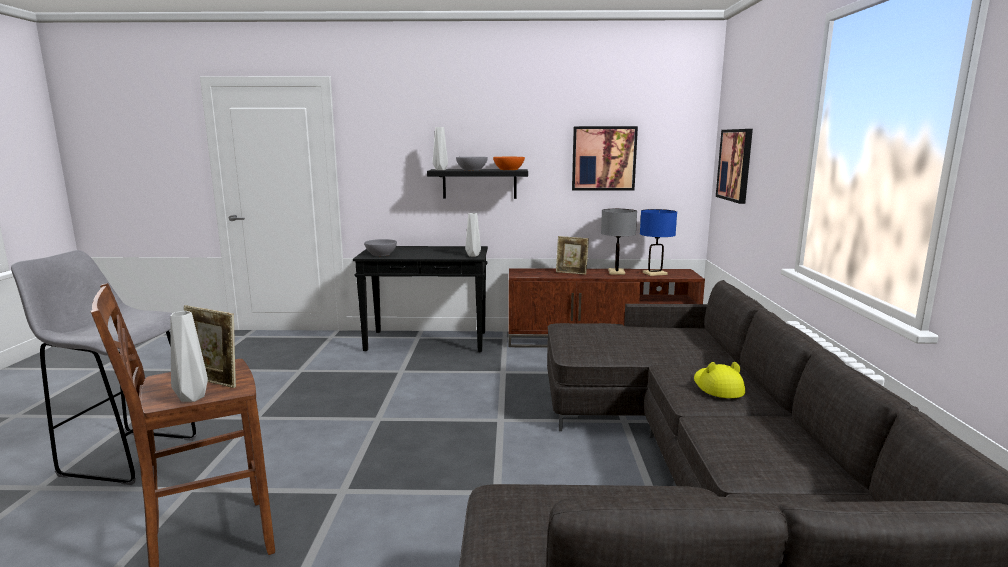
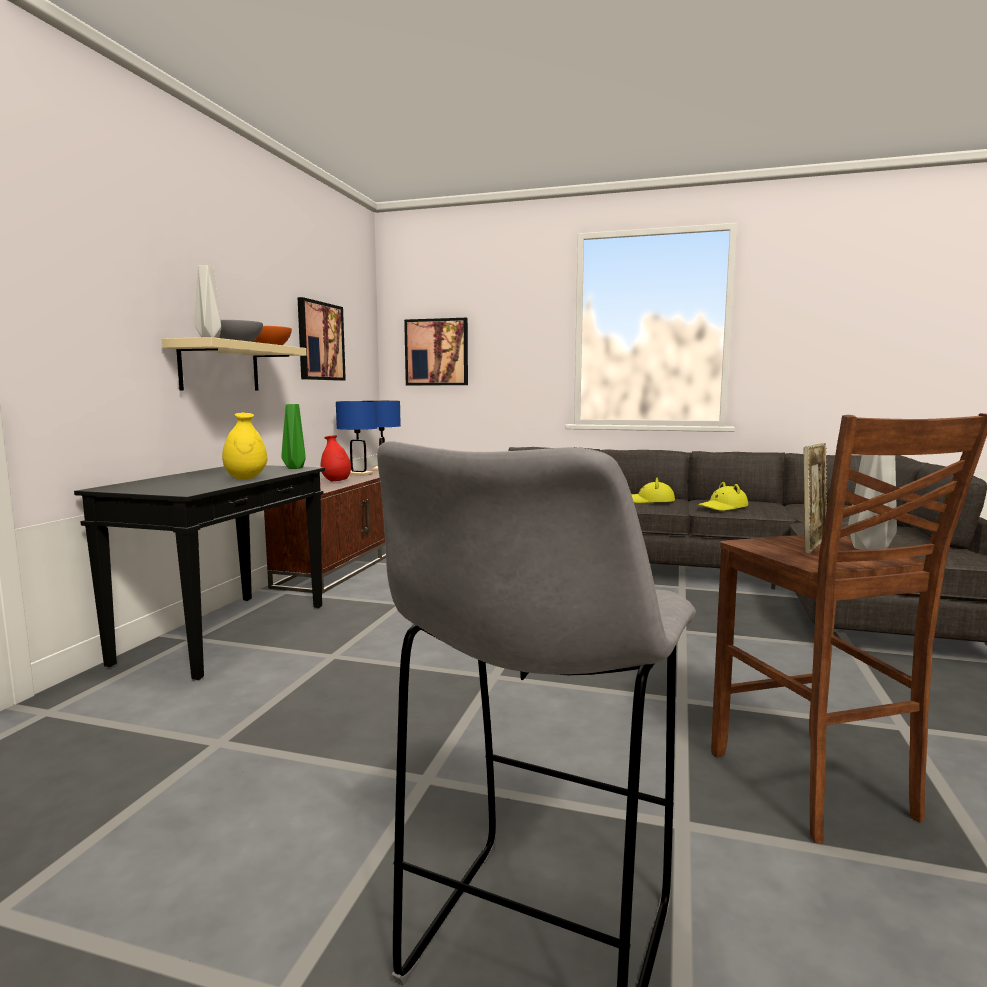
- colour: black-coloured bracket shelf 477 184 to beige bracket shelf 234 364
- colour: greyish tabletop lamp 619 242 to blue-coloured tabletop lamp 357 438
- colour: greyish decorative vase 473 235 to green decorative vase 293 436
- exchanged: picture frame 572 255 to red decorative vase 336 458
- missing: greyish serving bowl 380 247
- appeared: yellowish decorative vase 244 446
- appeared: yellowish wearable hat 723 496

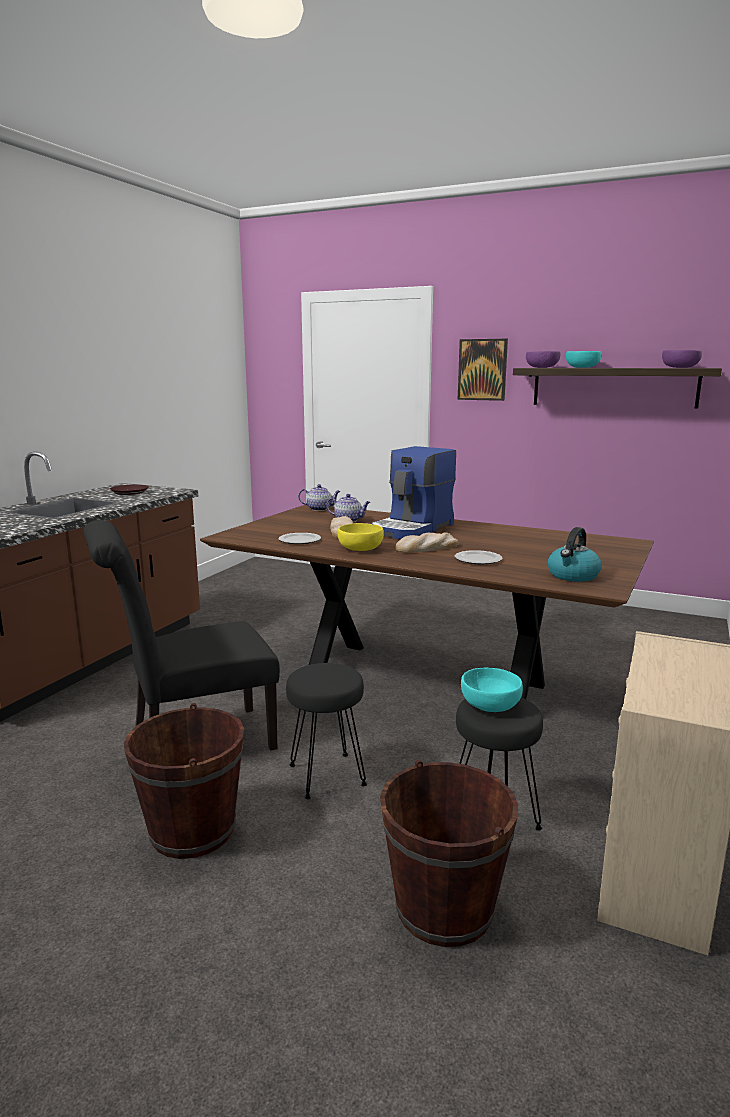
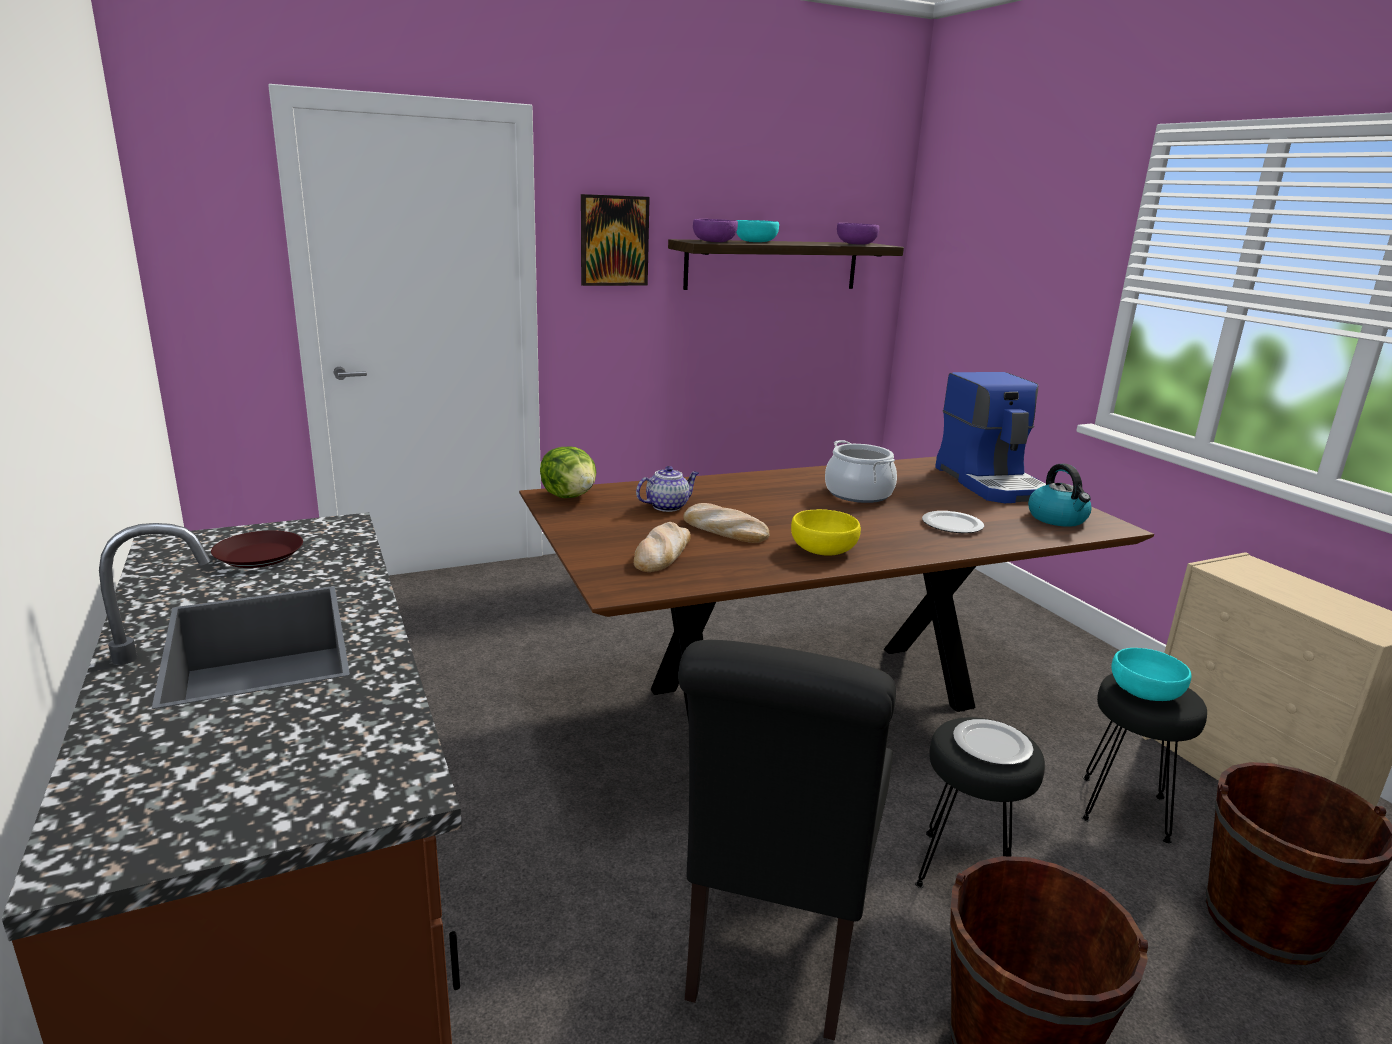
- relocated: coffee brewer 413 492 to 990 437
- exchanged: teapot 319 497 to lettuce 568 472
- relocated: baked bread 427 542 to 662 547
- relocated: dinner plate 299 538 to 993 742
- appeared: stockpot 861 471

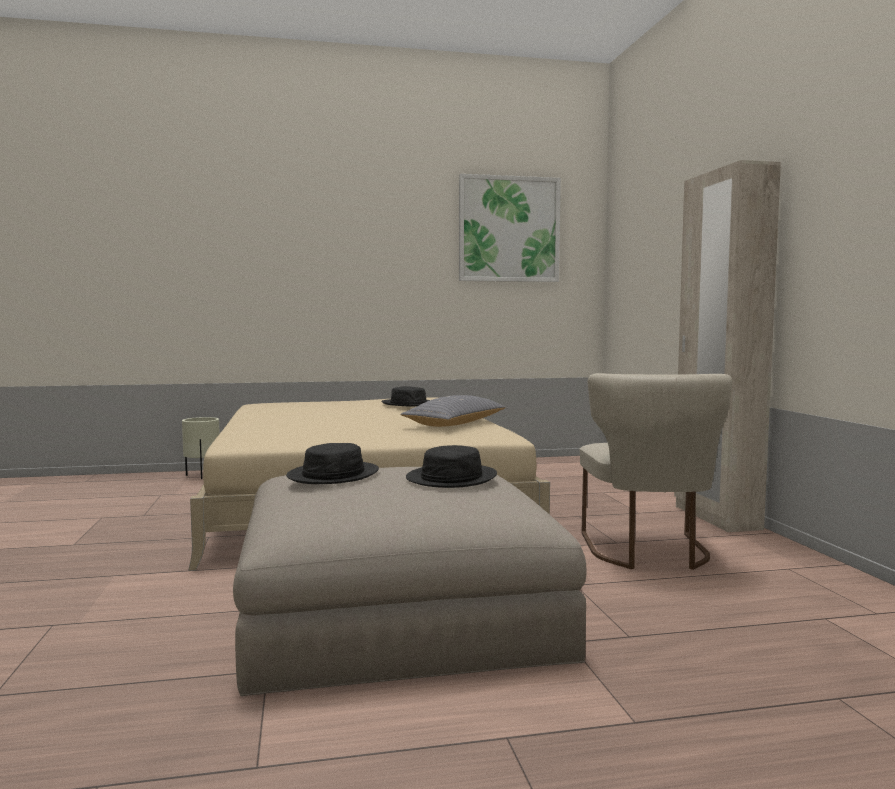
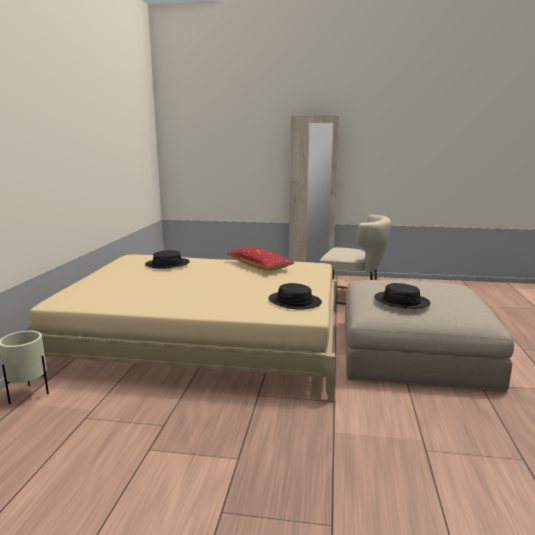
- missing: wall art 510 228
- colour: greyish cushion 453 411 to red cushion 260 259
- relocated: black-coloured wearable hat 451 466 to 295 296

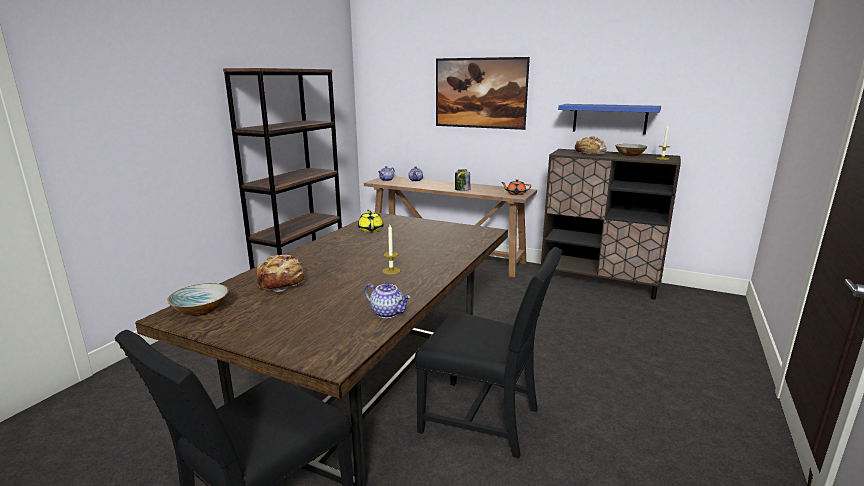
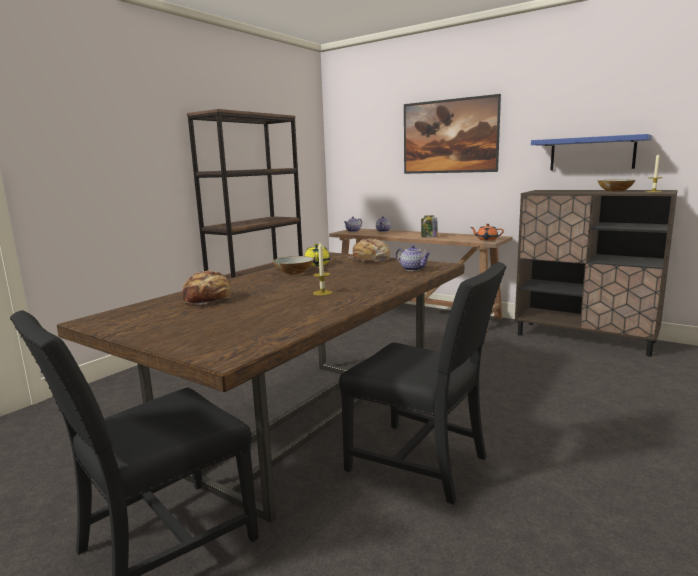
- relocated: baked bread 589 145 to 368 250
- relocated: teapot 387 300 to 413 258
- relocated: serving bowl 198 299 to 293 265

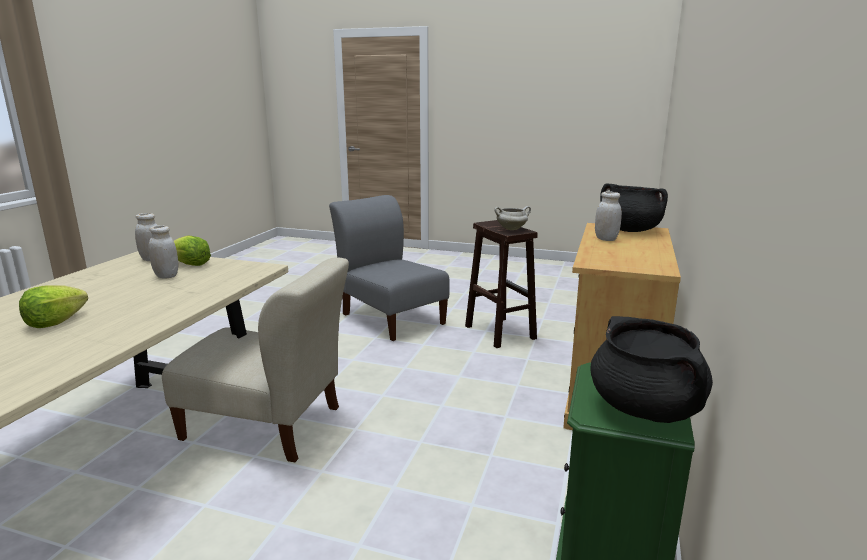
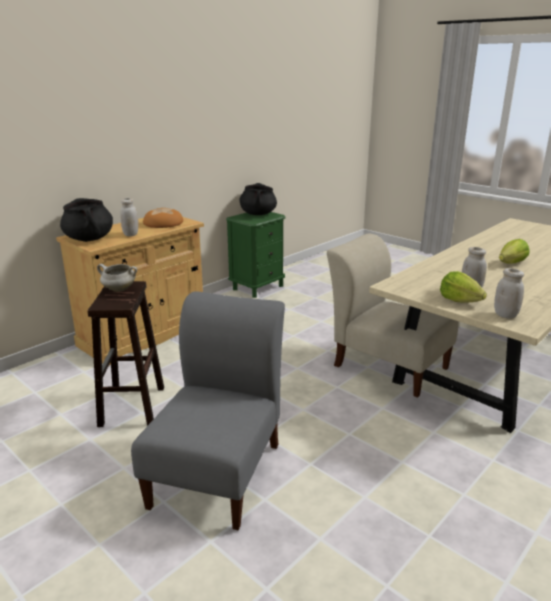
- spun: greyish upright chair 389 268 = 208 411 150 degrees counterclockwise
- appeared: baked bread 163 218

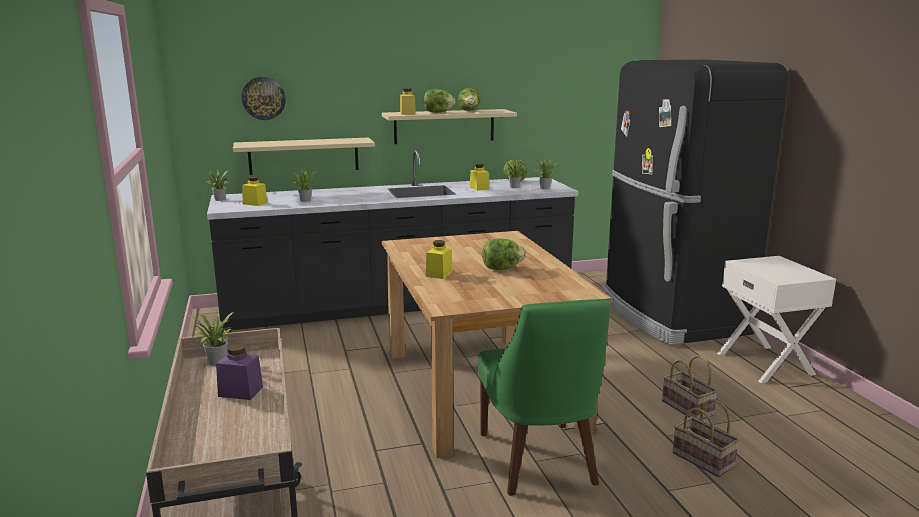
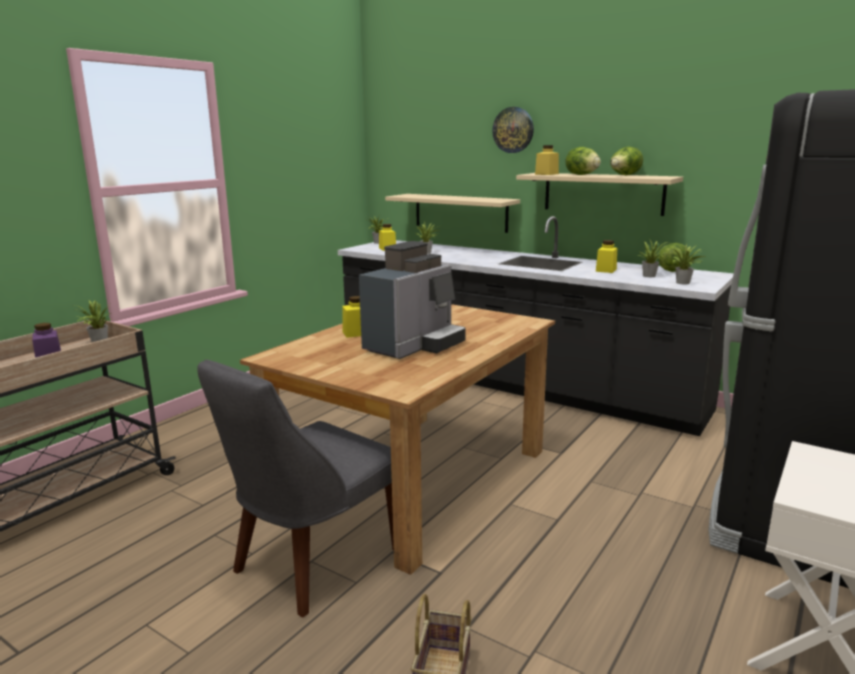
- relocated: wall clock 264 98 to 513 130
- exchanged: lettuce 504 254 to coffee brewer 412 300
- colour: green upright chair 543 397 to greyish upright chair 295 488
- missing: household basket 690 387

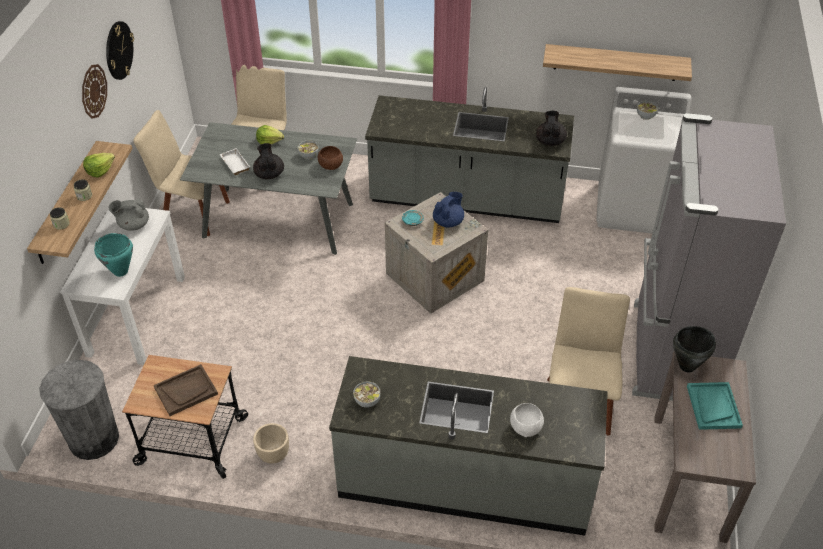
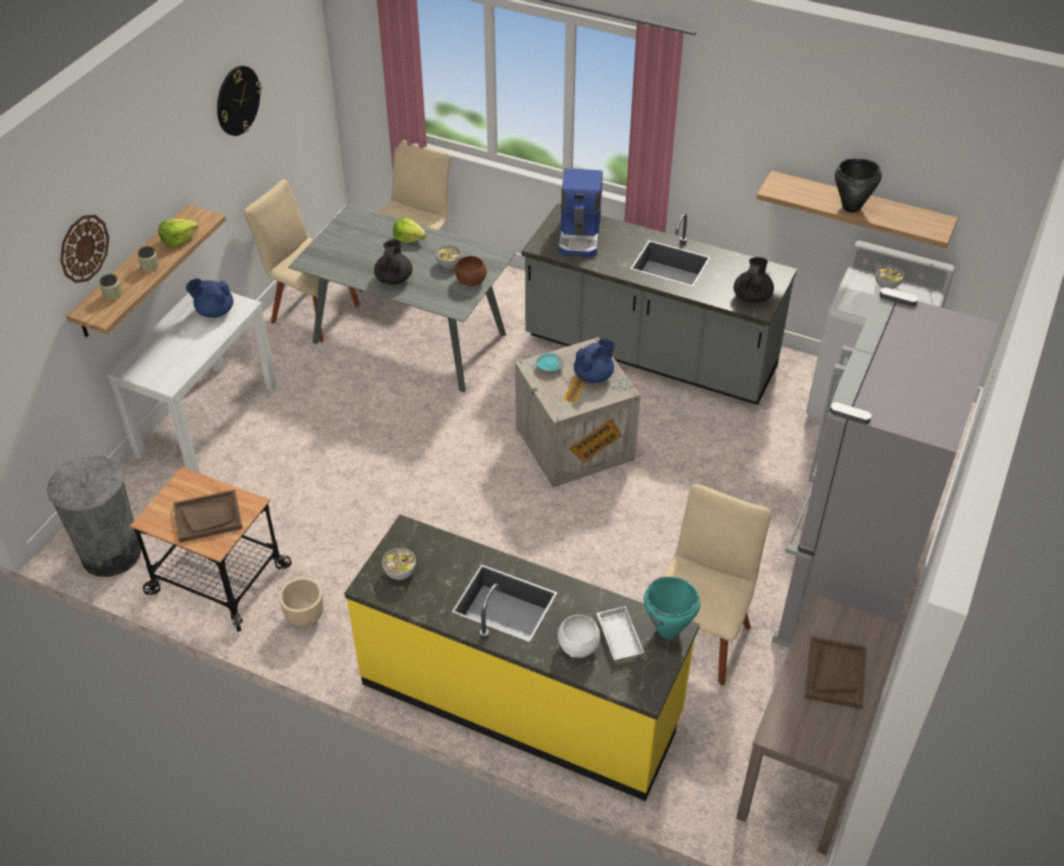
- relocated: wall clock 94 91 to 84 249
- relocated: whitish serving tray 234 161 to 620 633
- colour: greyish teapot 129 214 to blue-coloured teapot 209 298
- relocated: turquoise stockpot 113 255 to 672 608
- relocated: black-coloured stockpot 694 349 to 858 185
- colour: greyish kitchen counter 468 445 to yellowish kitchen counter 522 658
- colour: turquoise serving tray 715 406 to brown serving tray 836 673
- appeared: coffee brewer 580 213

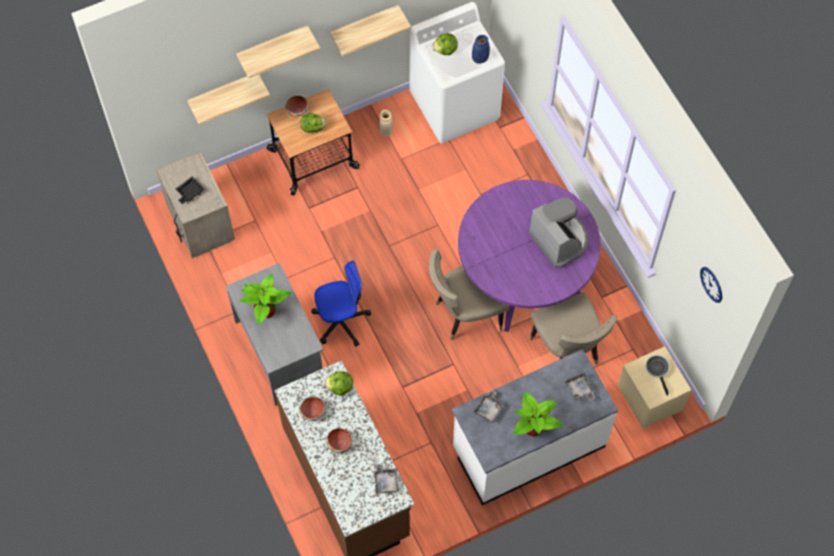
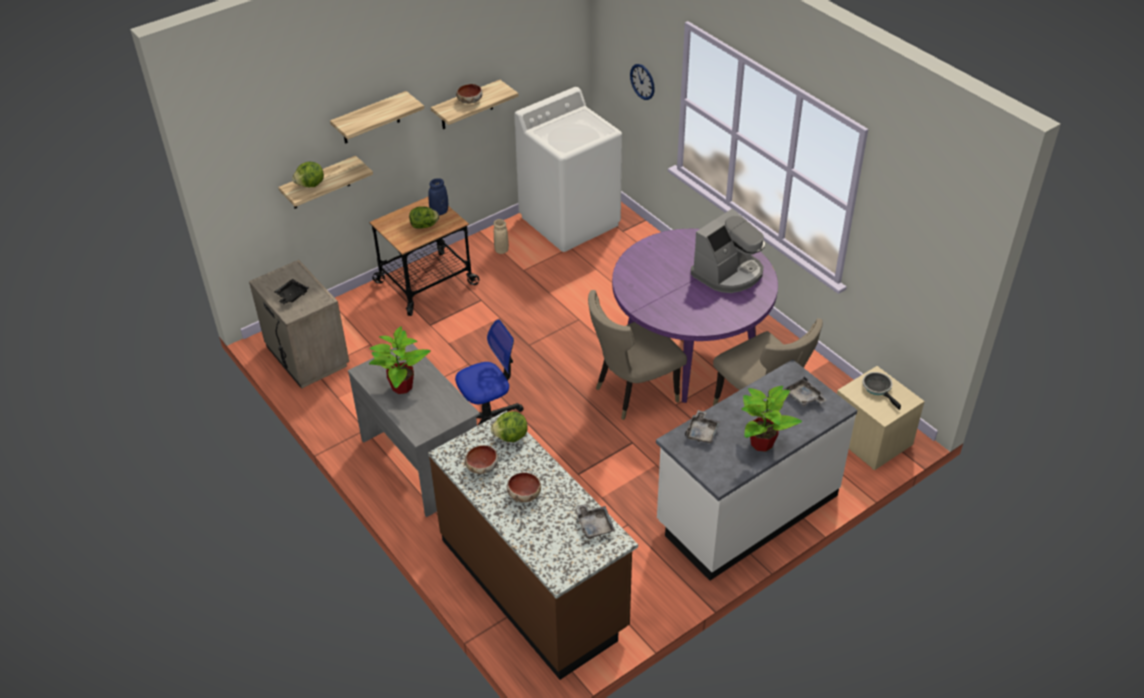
- relocated: lettuce 445 44 to 308 174
- relocated: blue-coloured decorative vase 481 49 to 438 197
- relocated: serving bowl 296 106 to 469 94
- spun: coffee brewer 558 232 = 728 250 90 degrees clockwise
- relocated: wall clock 711 285 to 642 82

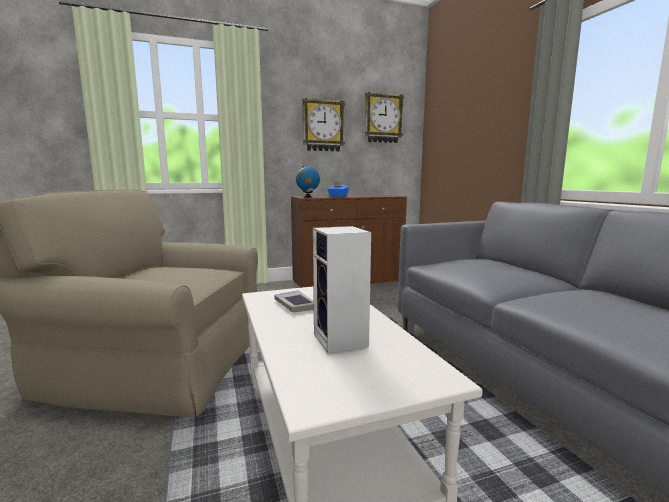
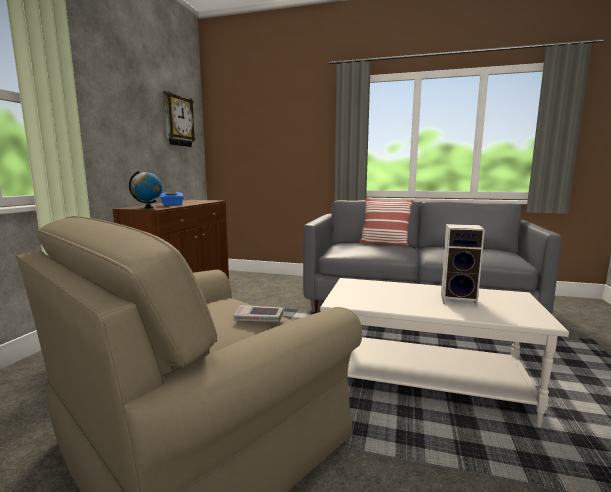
- missing: wall clock 323 124
- relocated: bound book 294 301 to 258 313
- appeared: cushion 386 222

